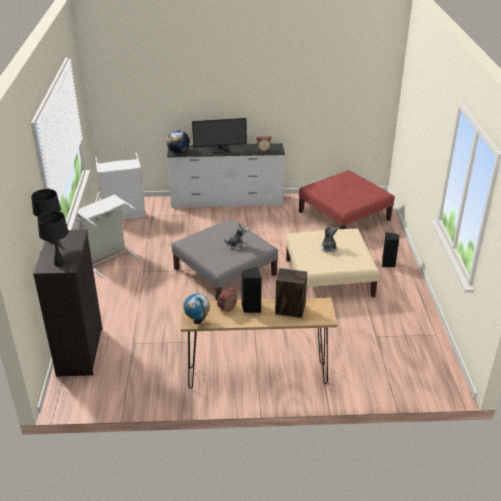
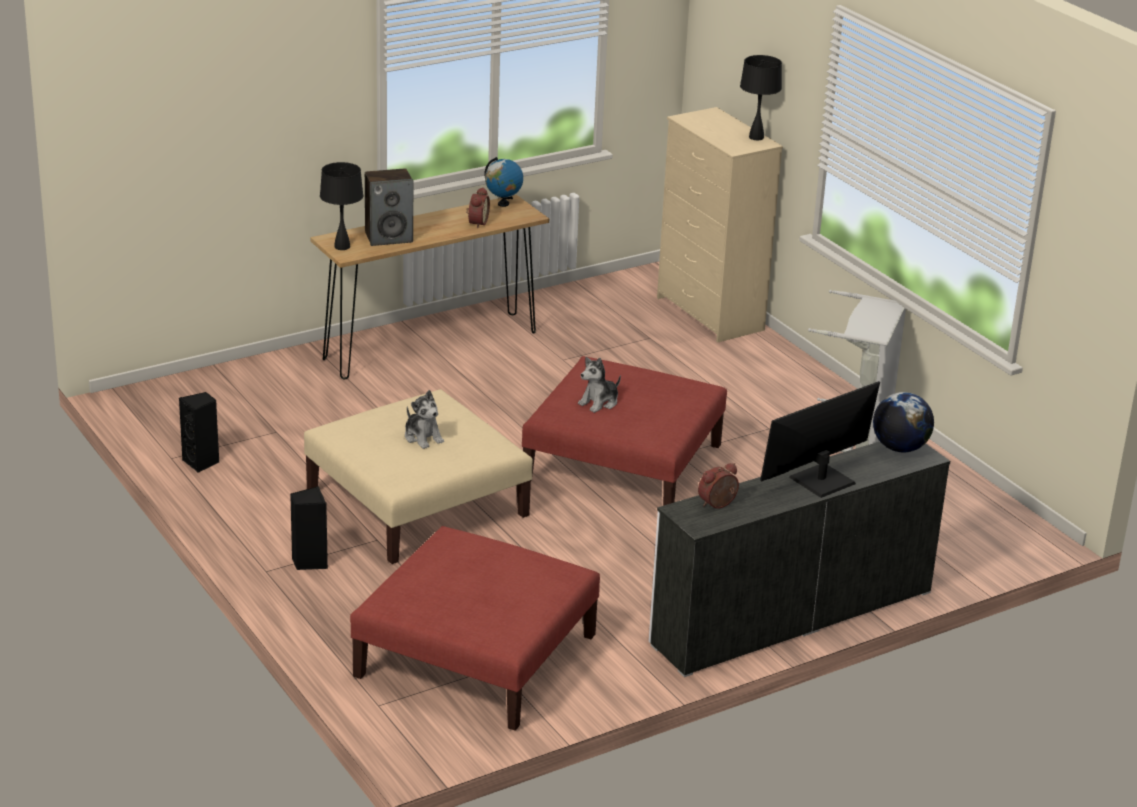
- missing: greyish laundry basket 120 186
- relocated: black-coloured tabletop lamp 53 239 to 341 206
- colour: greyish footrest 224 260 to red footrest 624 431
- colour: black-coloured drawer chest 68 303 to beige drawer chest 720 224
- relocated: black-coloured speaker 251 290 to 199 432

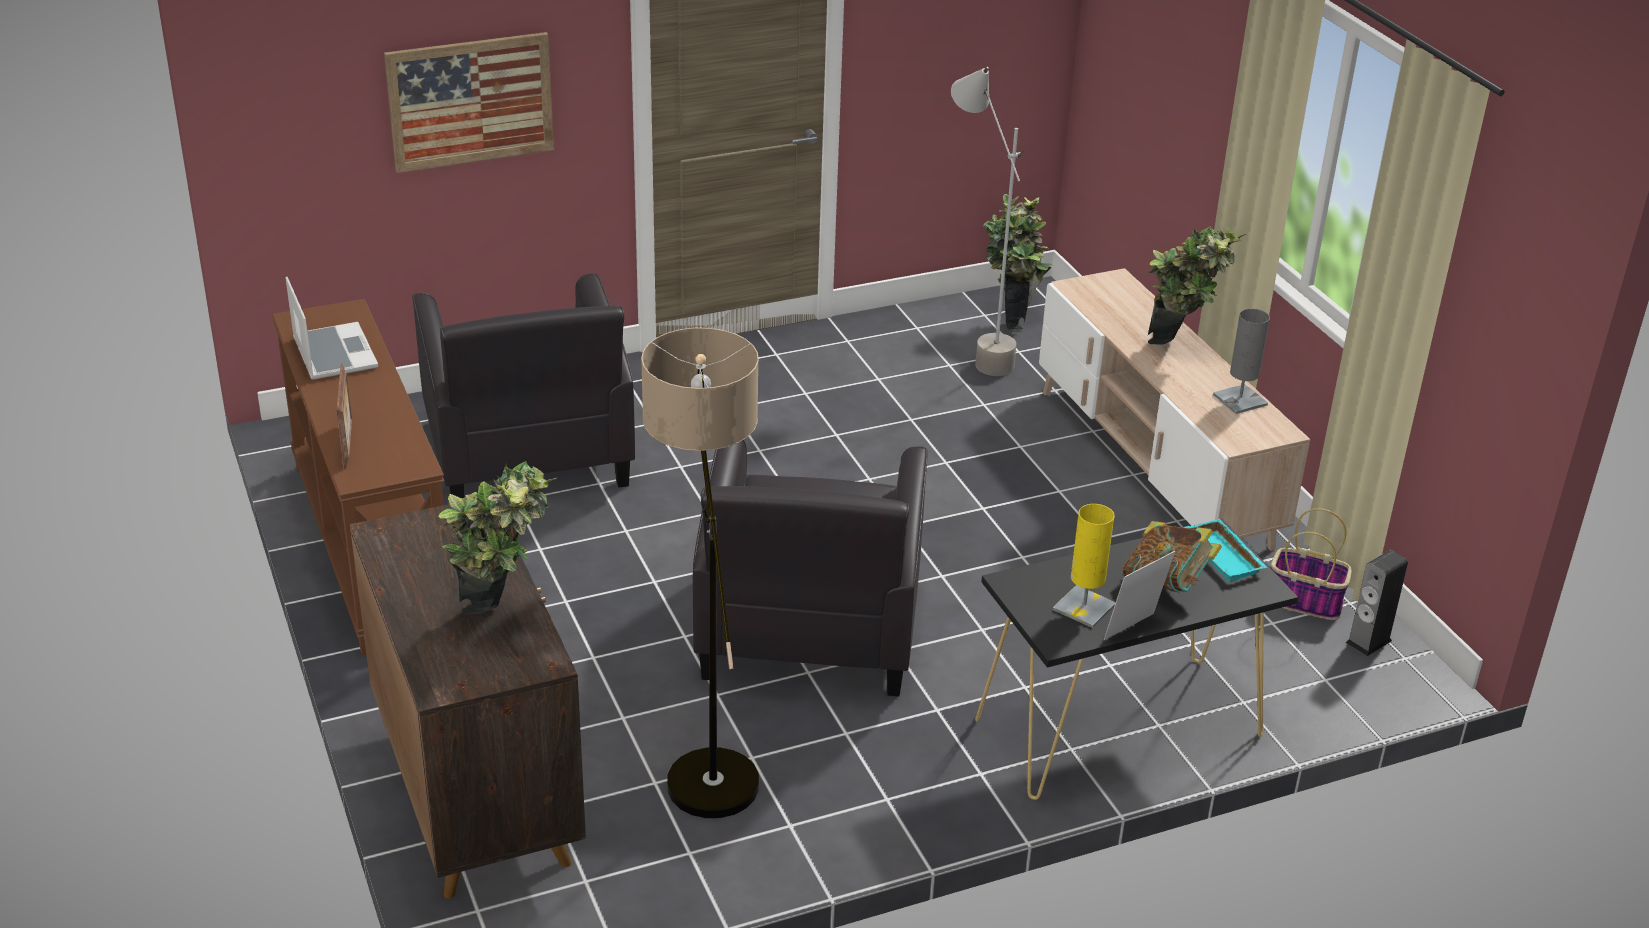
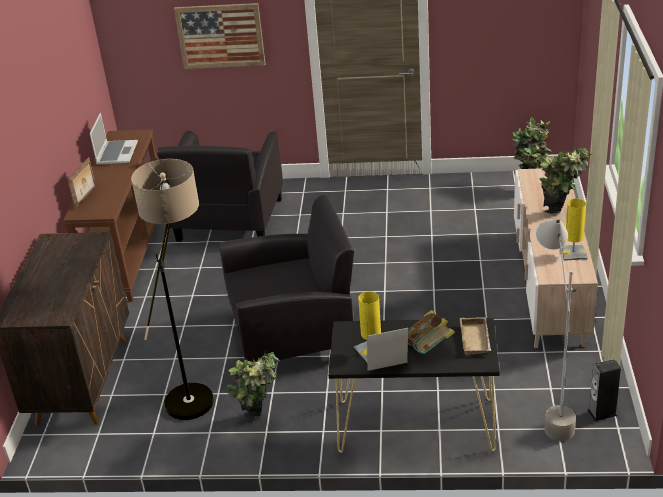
- relocated: greyish standard lamp 987 221 to 556 330
- colour: greyish tabletop lamp 1241 361 to yellowish tabletop lamp 575 229
- spun: black-coloured armchair 810 568 = 286 278 135 degrees counterclockwise
- relocated: houseplant 497 537 to 253 384
- missing: household basket 1311 564
- colour: turquoise serving tray 1225 551 to beige serving tray 475 336

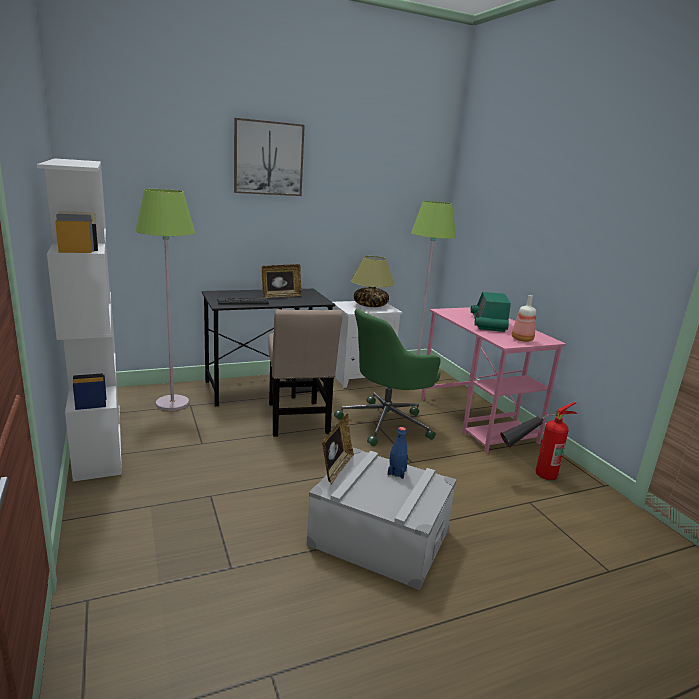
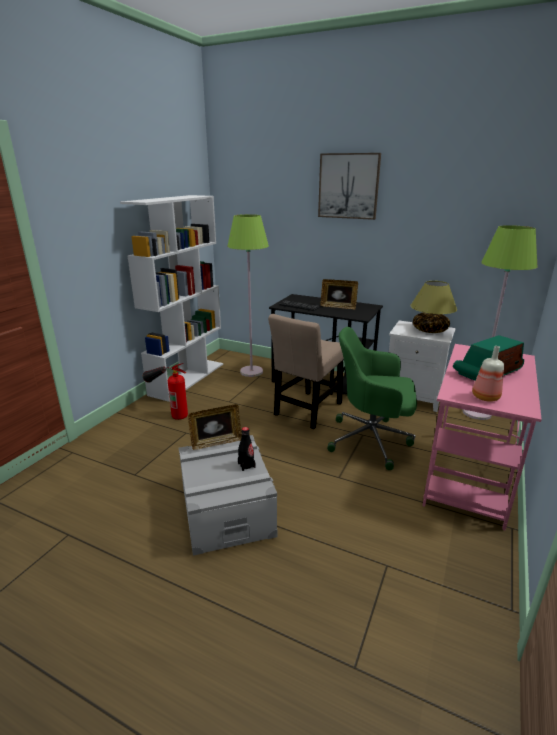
- relocated: extinguisher 538 441 to 165 391
- colour: blue-coloured beverage bottle 398 453 to black-coloured beverage bottle 247 449

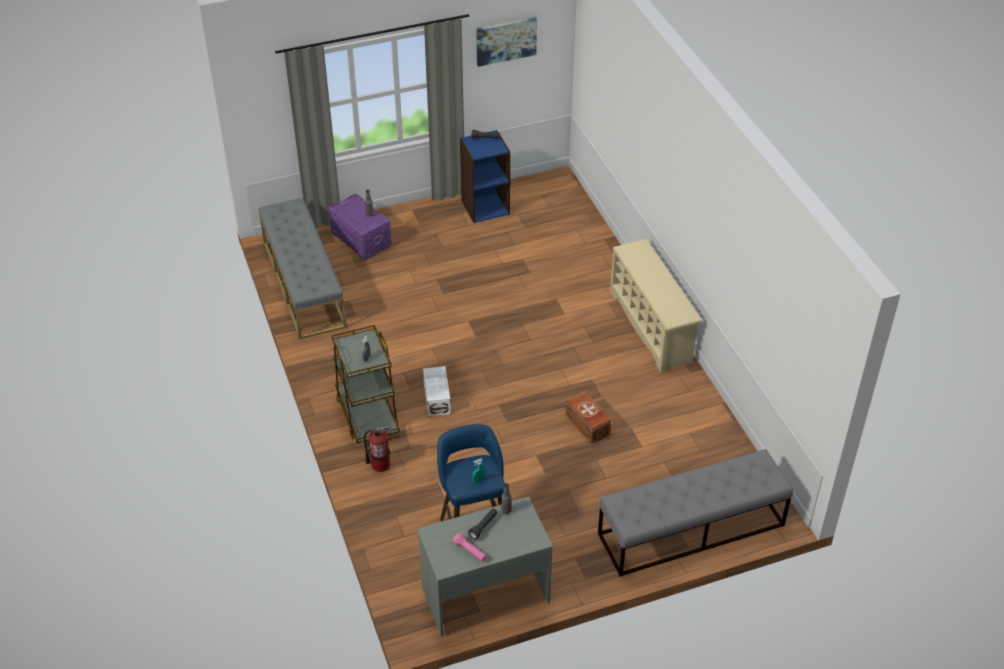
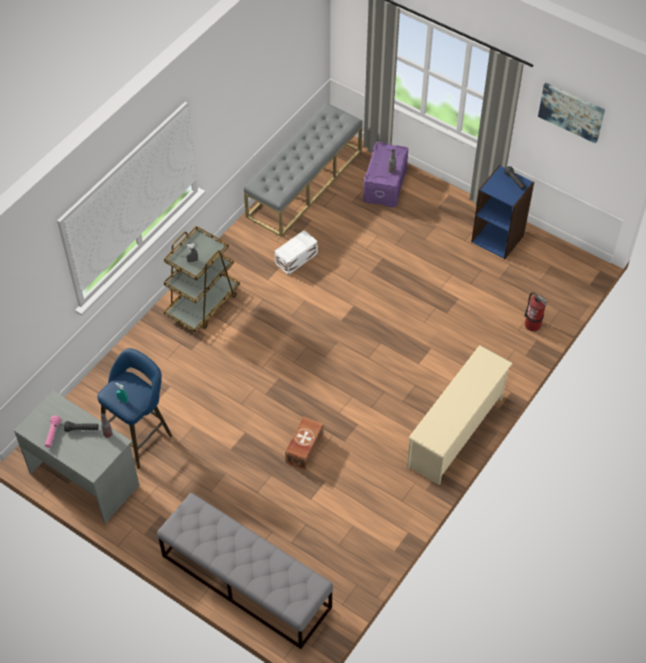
- relocated: whitish storage container 437 391 to 296 252
- relocated: extinguisher 378 448 to 535 311

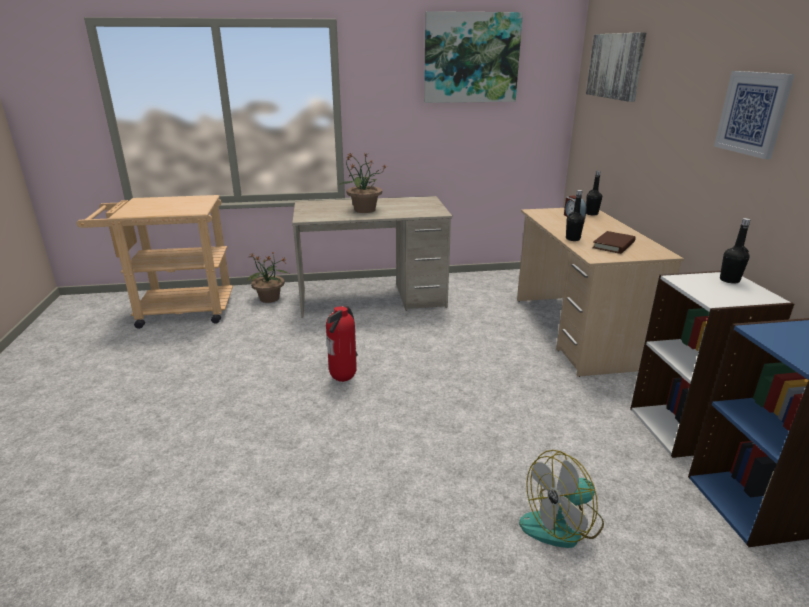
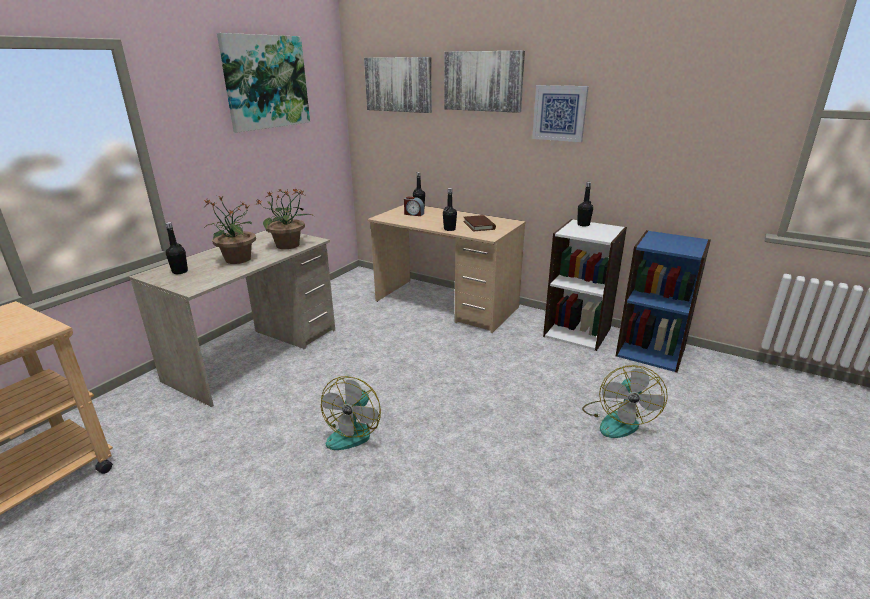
- relocated: houseplant 268 277 to 284 218
- exchanged: extinguisher 342 344 to cooling fan 351 413
- appeared: wall art 484 81
- appeared: black-coloured beverage bottle 176 248

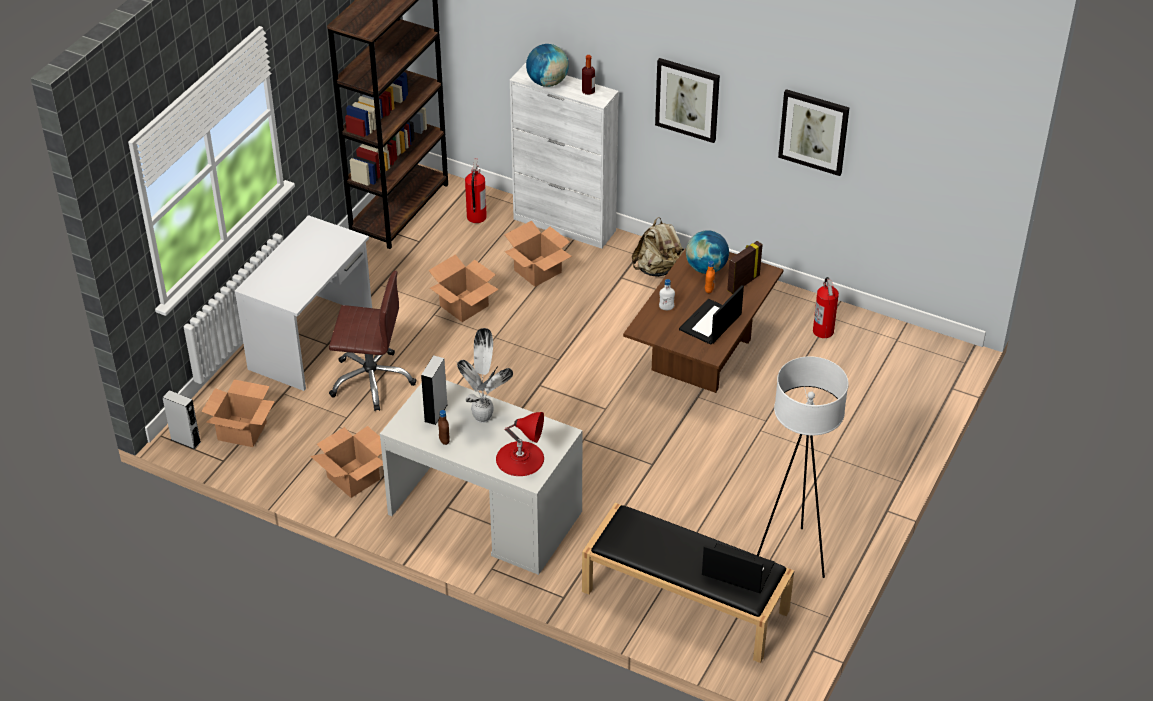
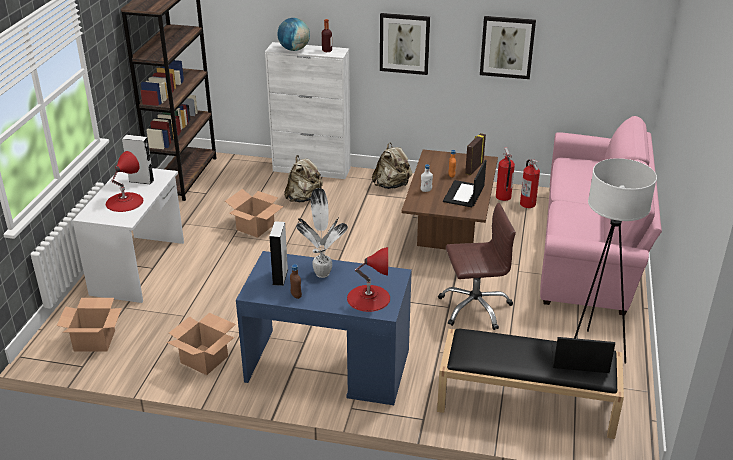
- relocated: extinguisher 476 191 to 505 174
- exchanged: carton 538 253 to beige knapsack 303 178
- missing: world globe 707 252
- relocated: brown computer chair 372 341 to 477 266
- colour: whitish desk table 481 477 to blue-coloured desk table 324 328
- relocated: greyish speaker 181 419 to 138 160
- appeared: pink-coloured settee 601 215
- appeared: red tabletop lamp 124 181

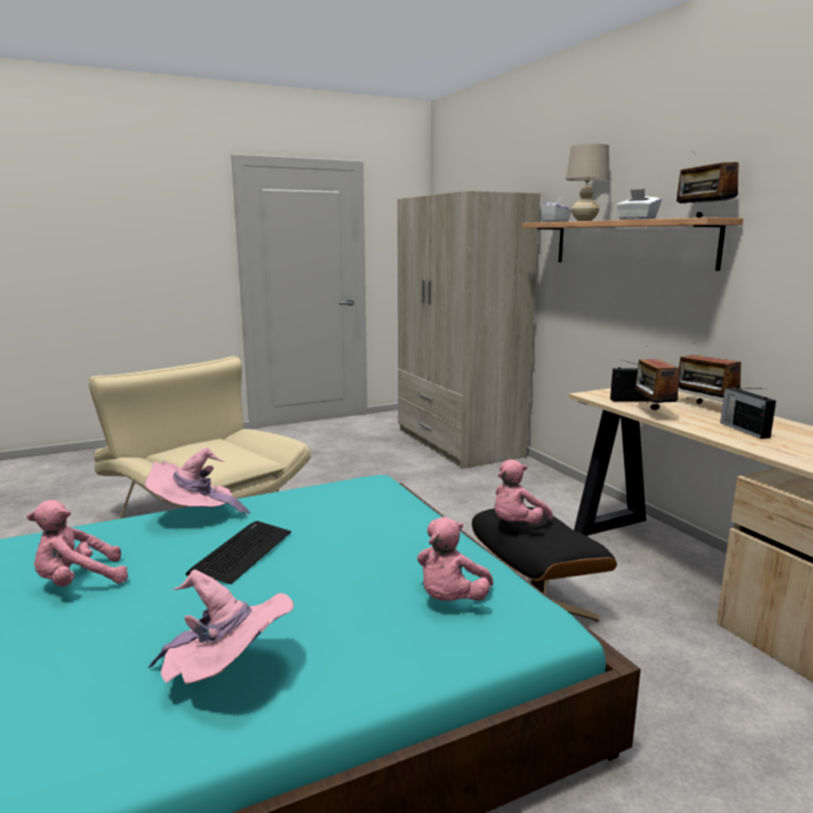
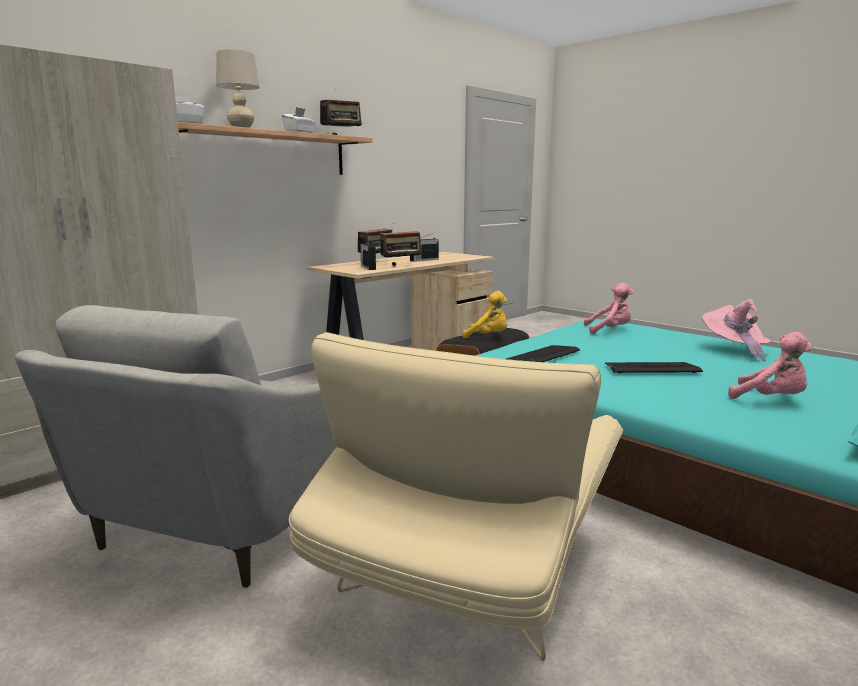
- missing: pink-coloured wearable hat 197 483
- colour: pink-coloured cuddly toy 523 491 to yellowish cuddly toy 484 314
- appeared: greyish armchair 175 446
- appeared: PC keyboard 543 353

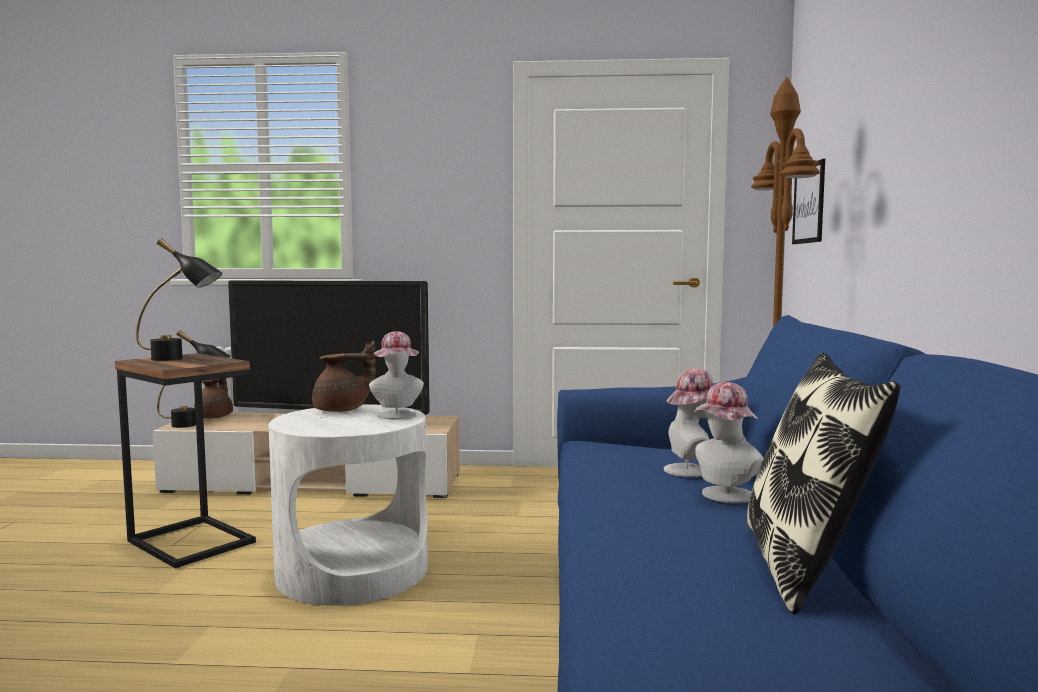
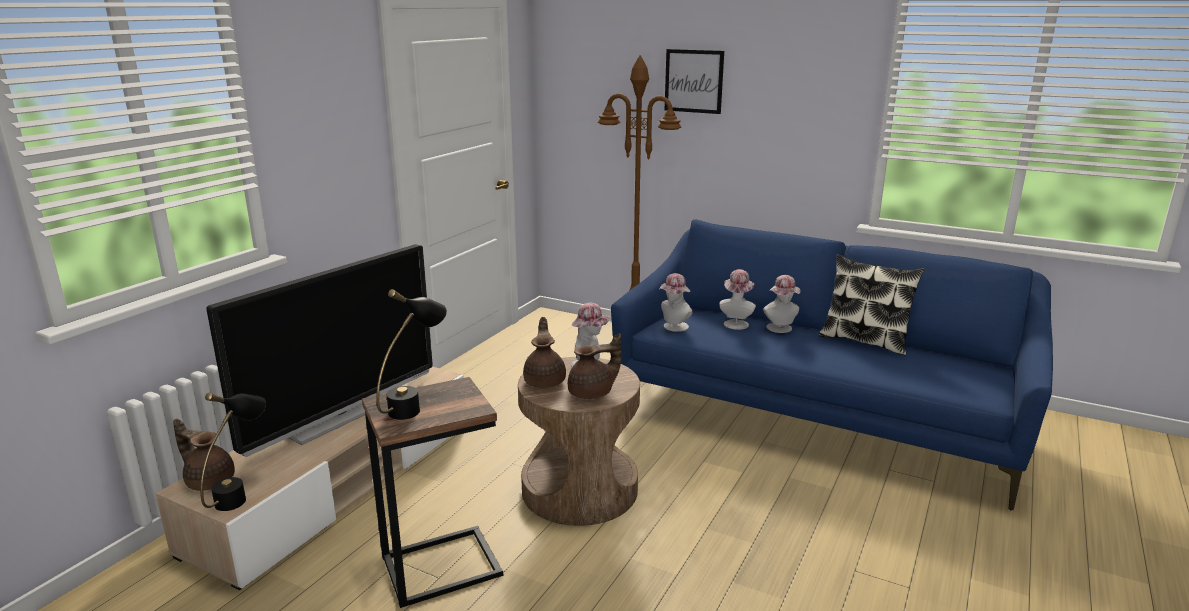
- relocated: wall art 808 201 to 694 81
- colour: whitish end table 348 505 to brown end table 579 441
- appeared: wearable hat 676 302
- appeared: brown teapot 594 366

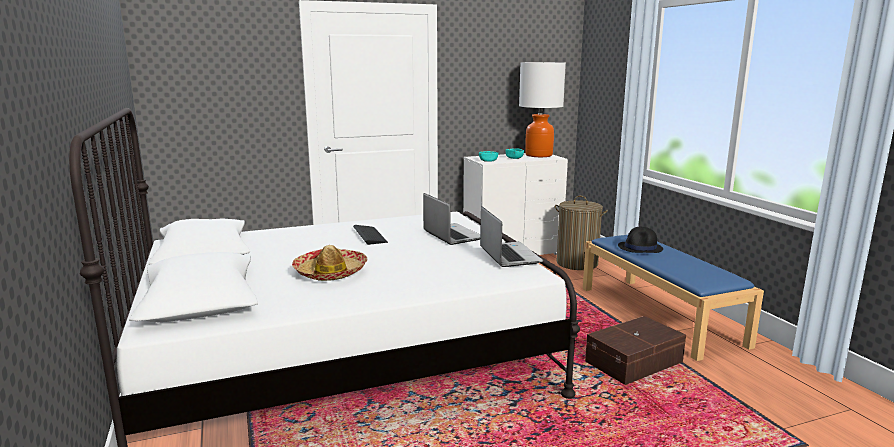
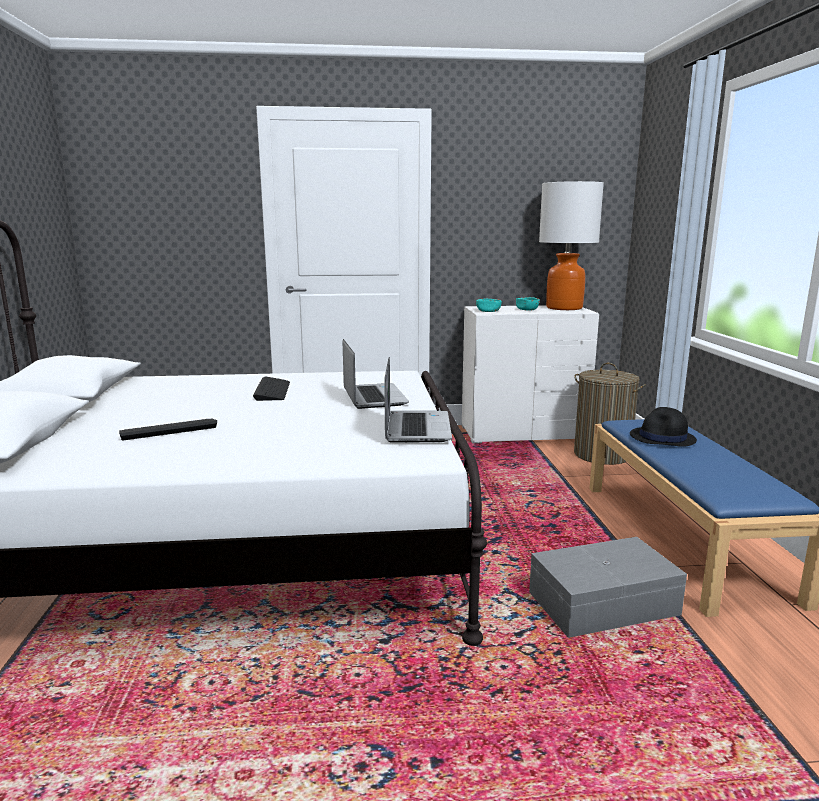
- exchanged: wearable hat 329 263 to PC keyboard 168 429
- colour: brown storage container 635 350 to greyish storage container 608 587

